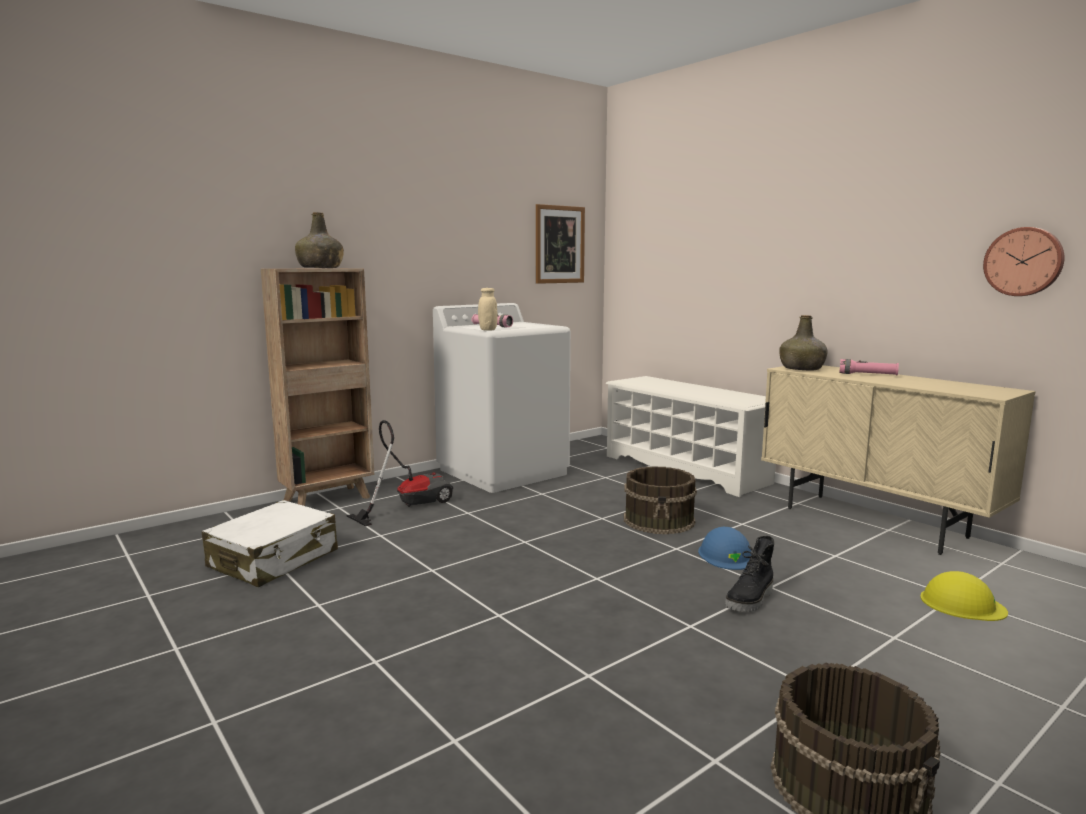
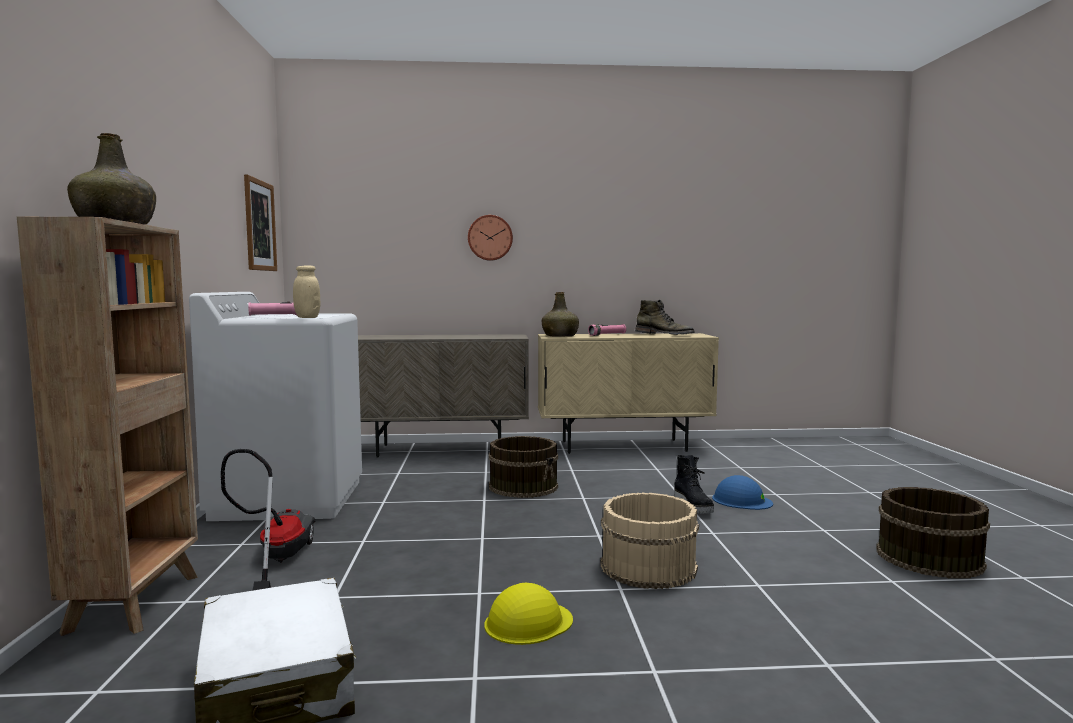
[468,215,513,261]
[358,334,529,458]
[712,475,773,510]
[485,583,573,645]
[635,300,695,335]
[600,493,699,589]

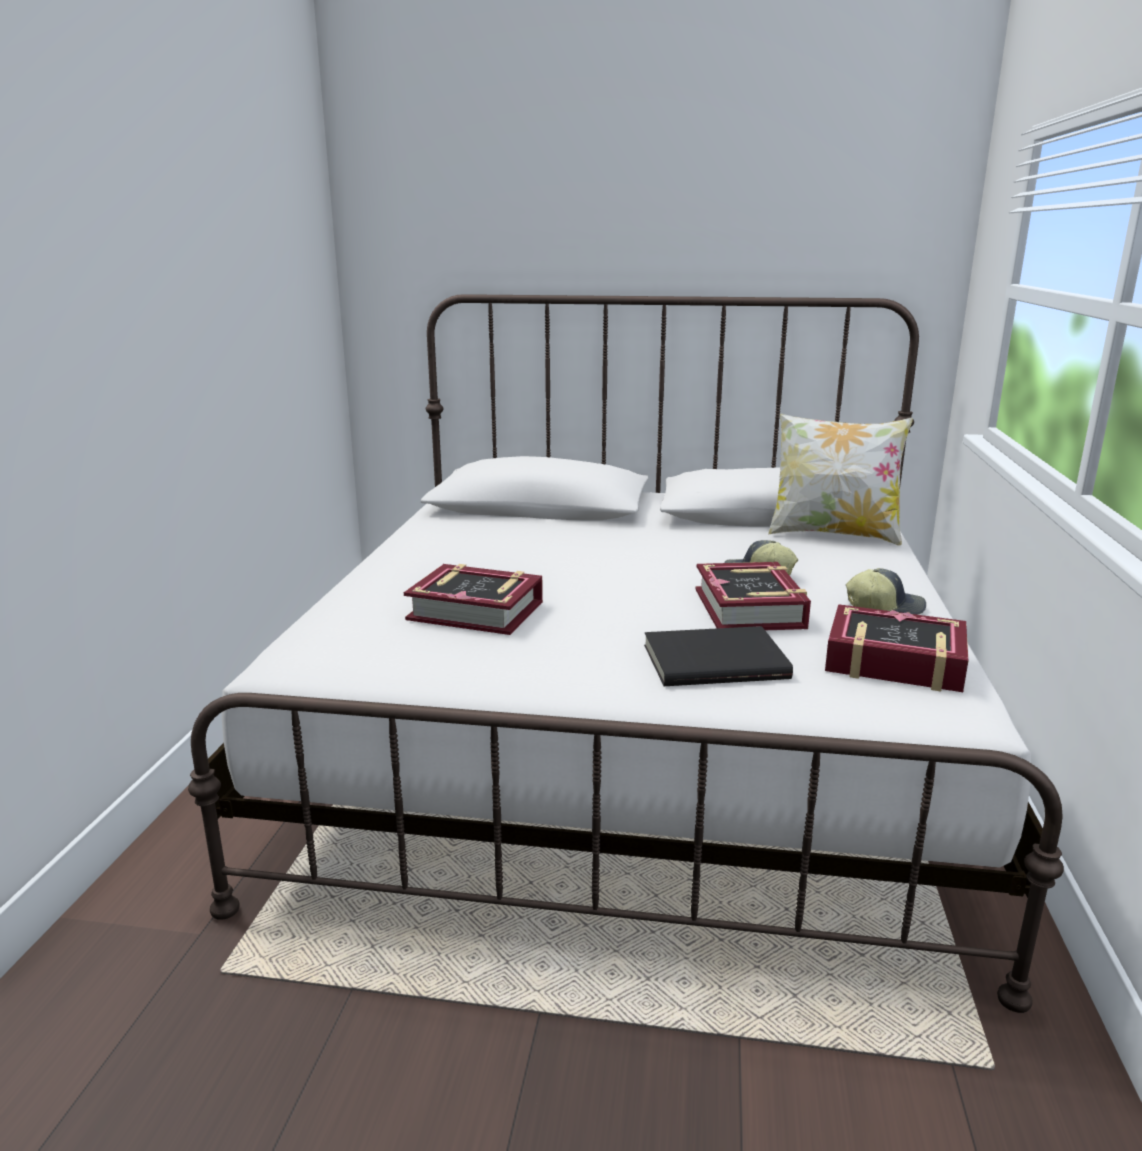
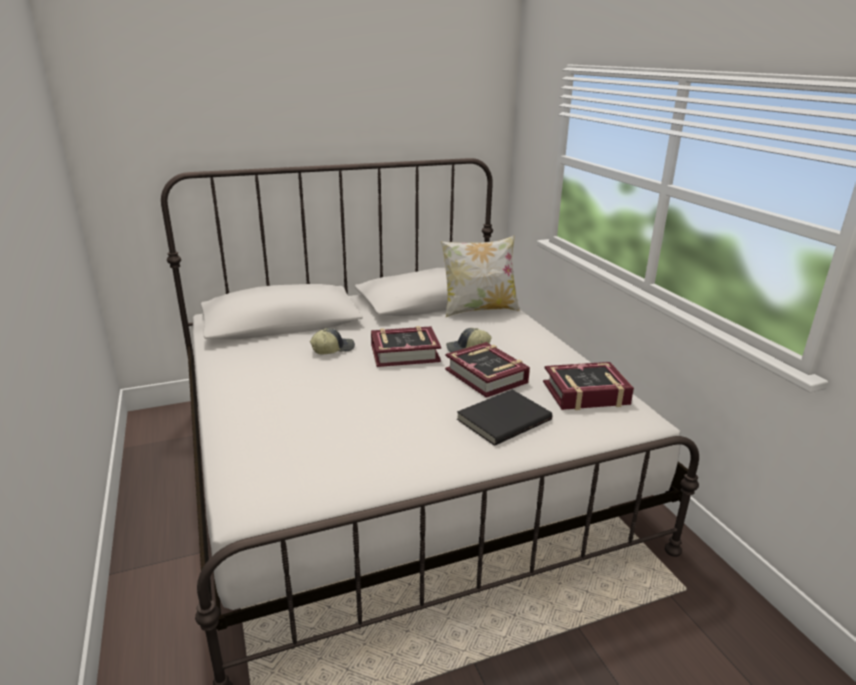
[371,326,441,367]
[310,328,355,354]

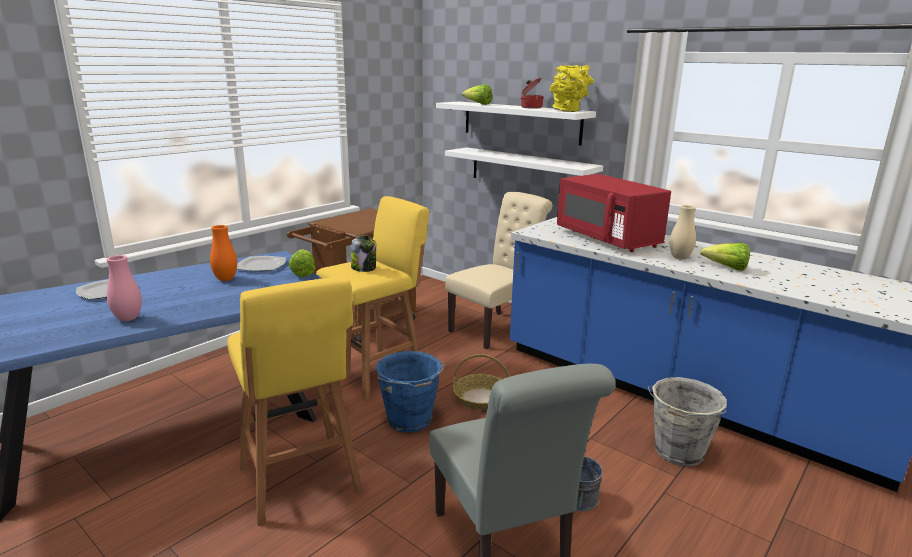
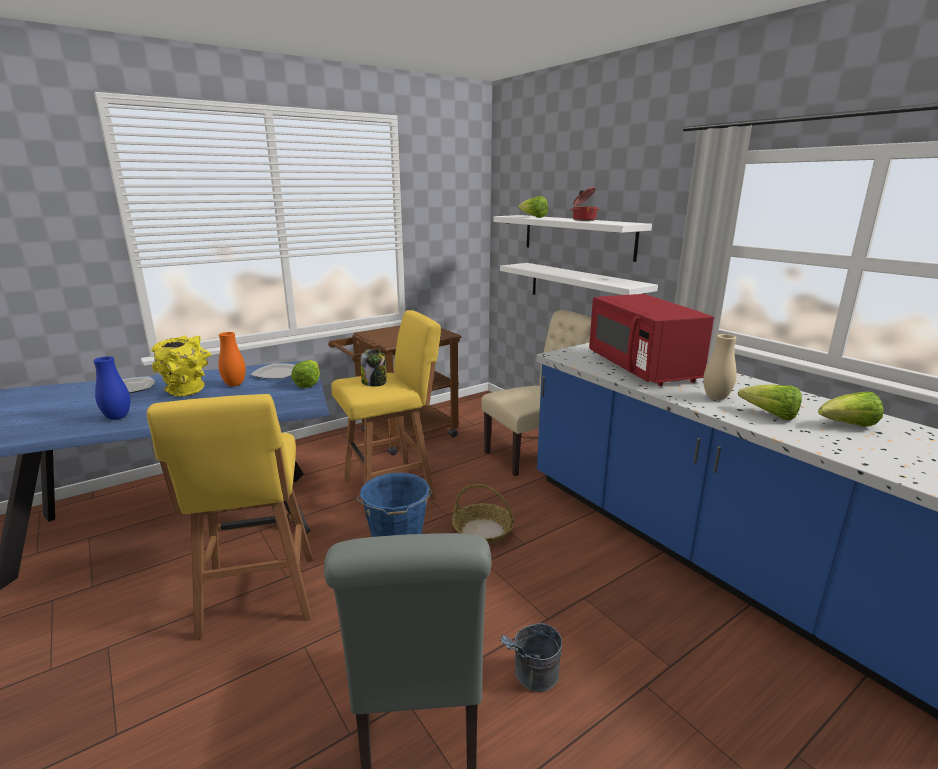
[151,335,211,397]
[93,356,130,420]
[648,377,727,466] (first image)
[818,392,883,427]

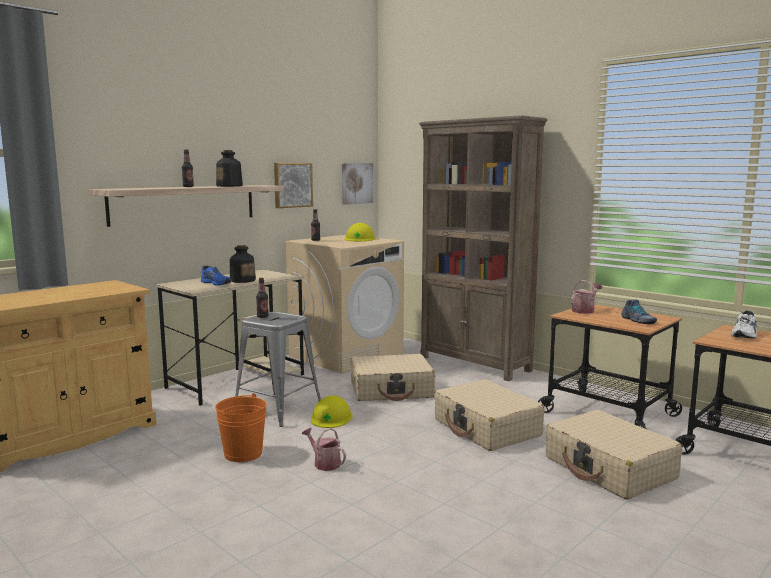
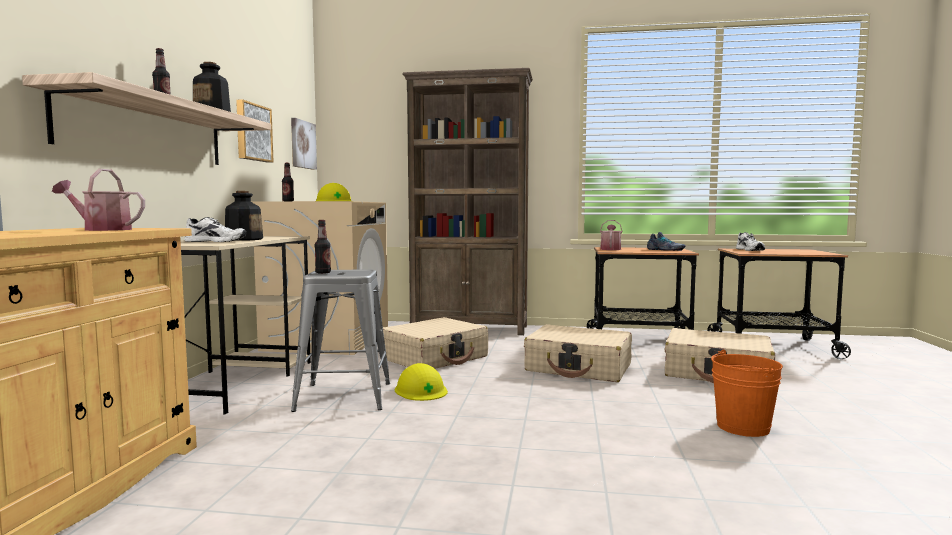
[184,217,247,242]
[711,350,783,437]
[52,169,145,231]

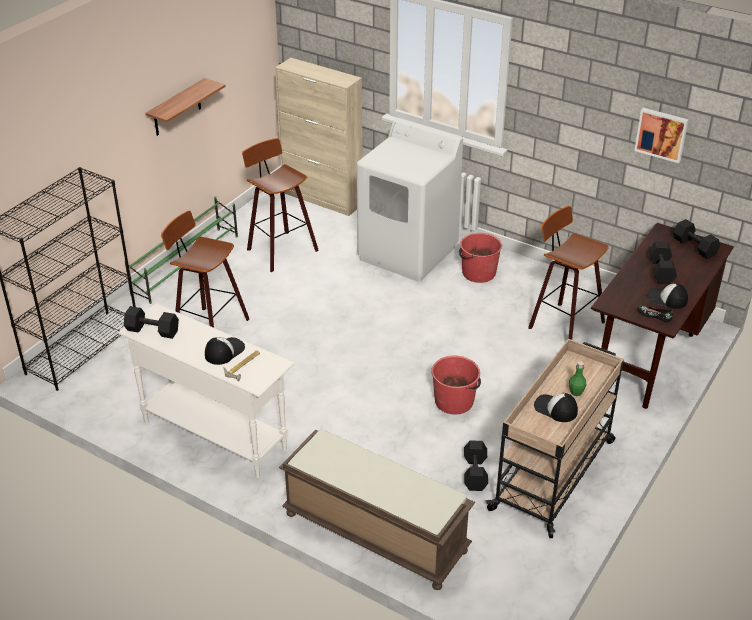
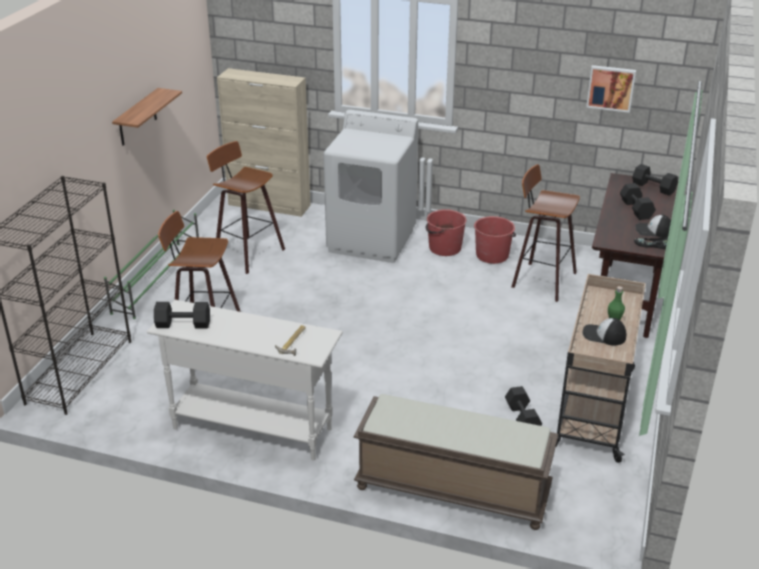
[205,337,245,365] (first image)
[474,216,516,264]

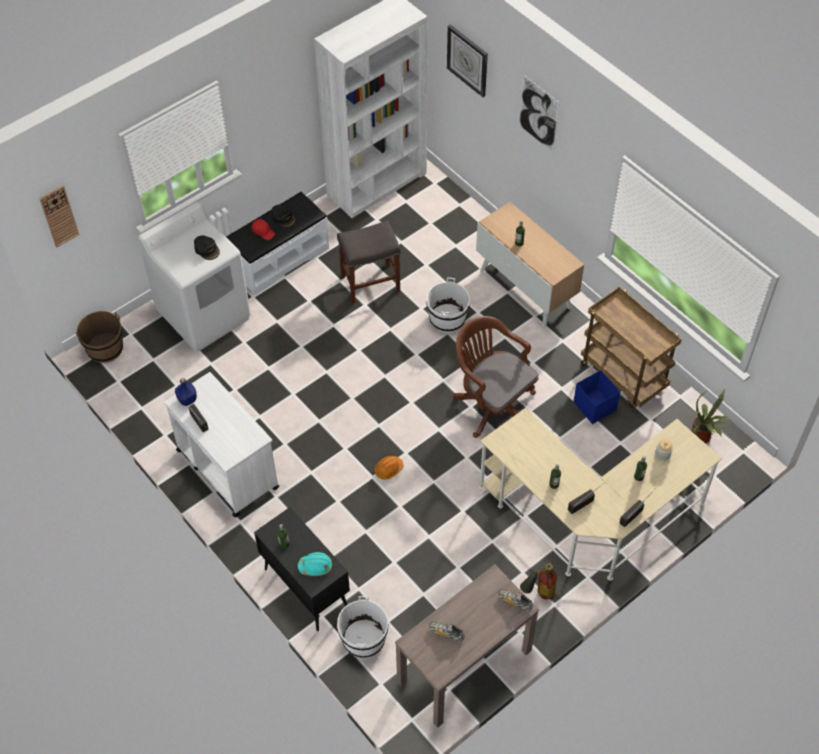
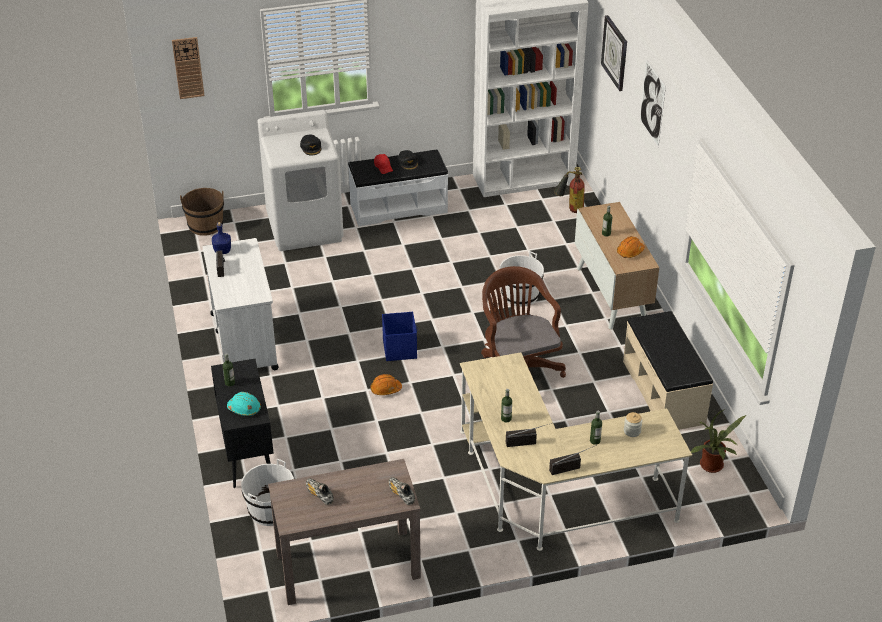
[337,220,401,304] (first image)
[623,311,713,430]
[382,312,417,361]
[554,167,585,213]
[617,236,645,258]

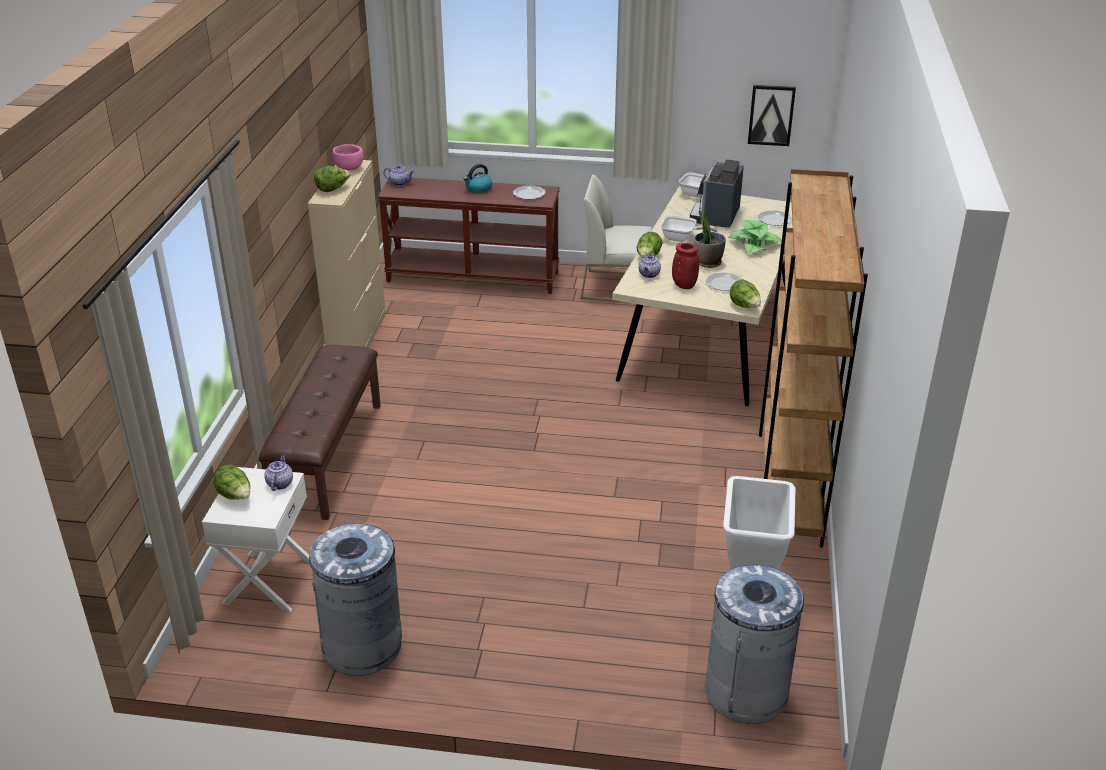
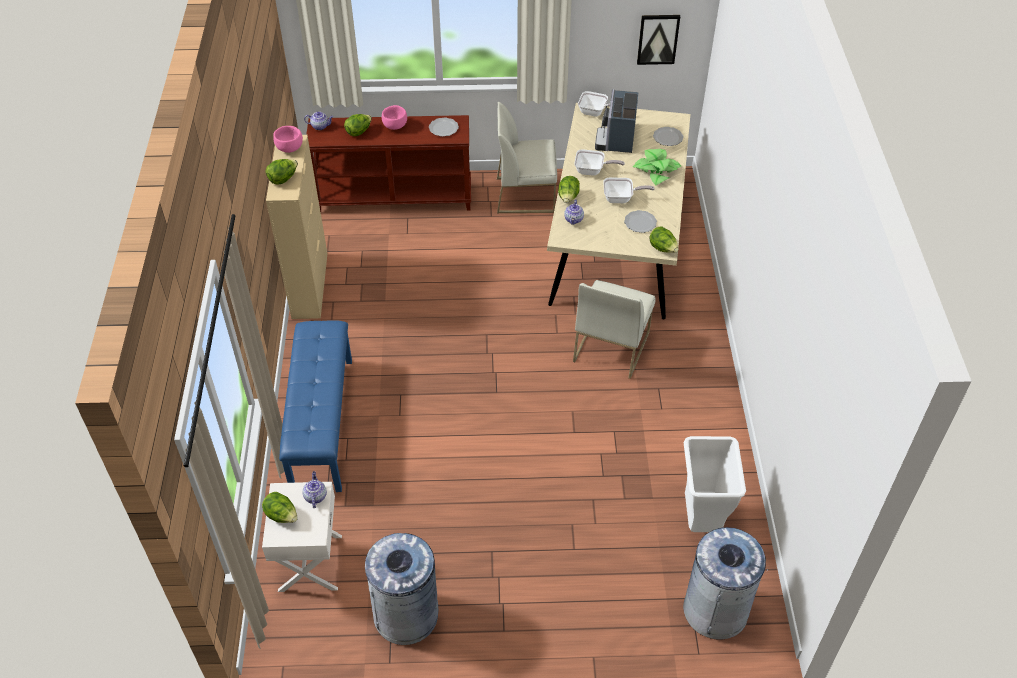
[382,105,407,130]
[759,169,868,548] (first image)
[603,178,654,203]
[672,243,699,289] (first image)
[279,320,352,492]
[344,114,372,136]
[573,280,656,379]

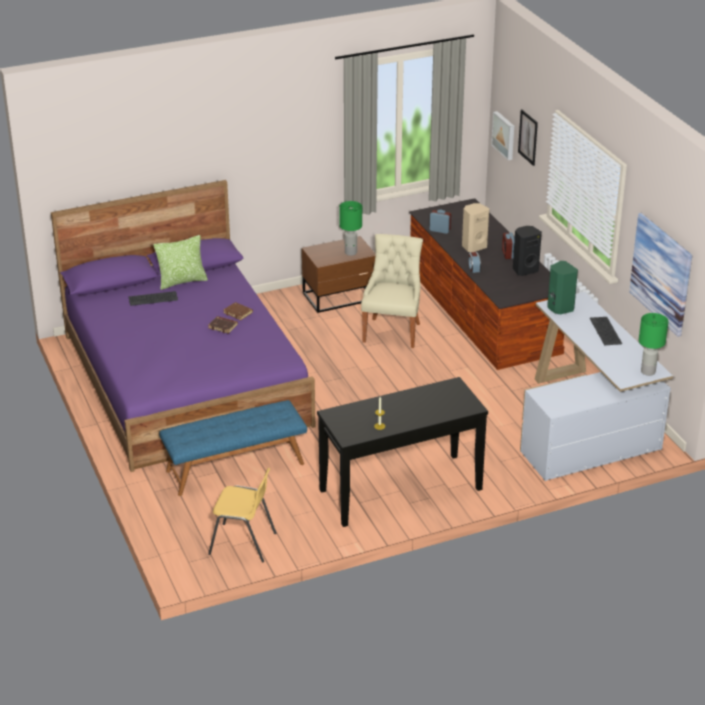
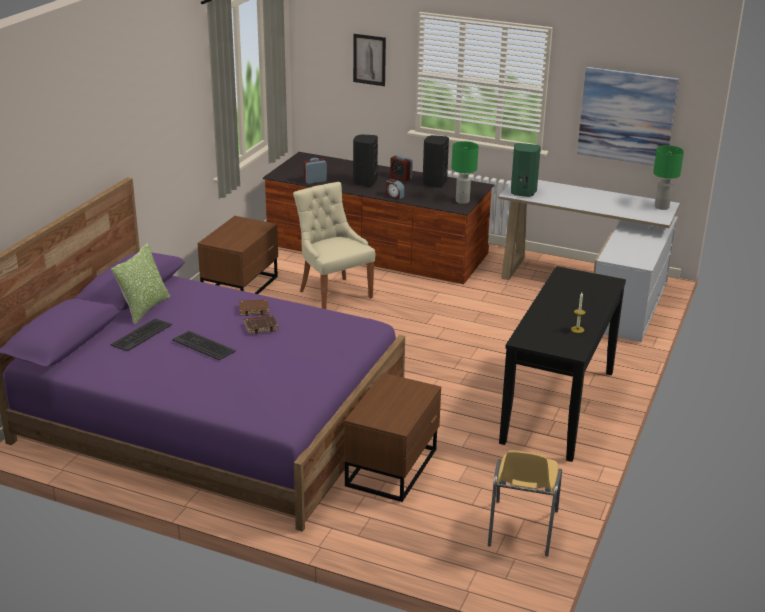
[491,111,514,160] (first image)
[452,141,479,204]
[353,135,378,187]
[172,331,236,360]
[345,373,441,502]
[488,450,562,556]

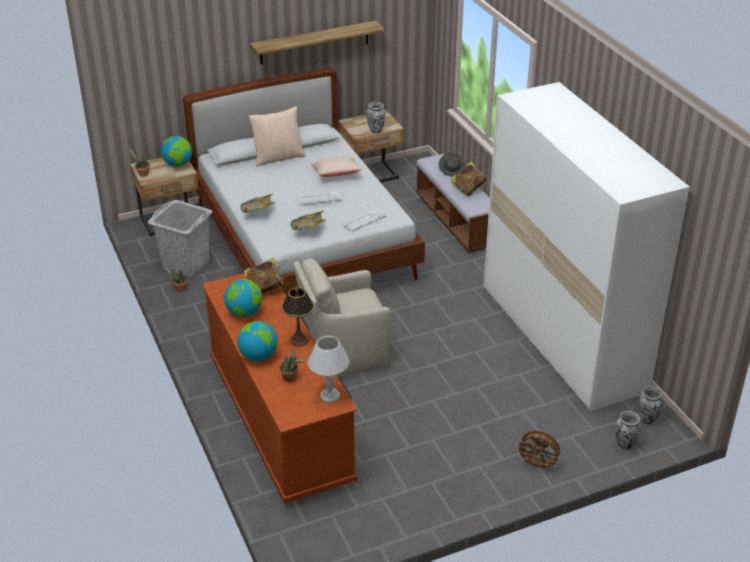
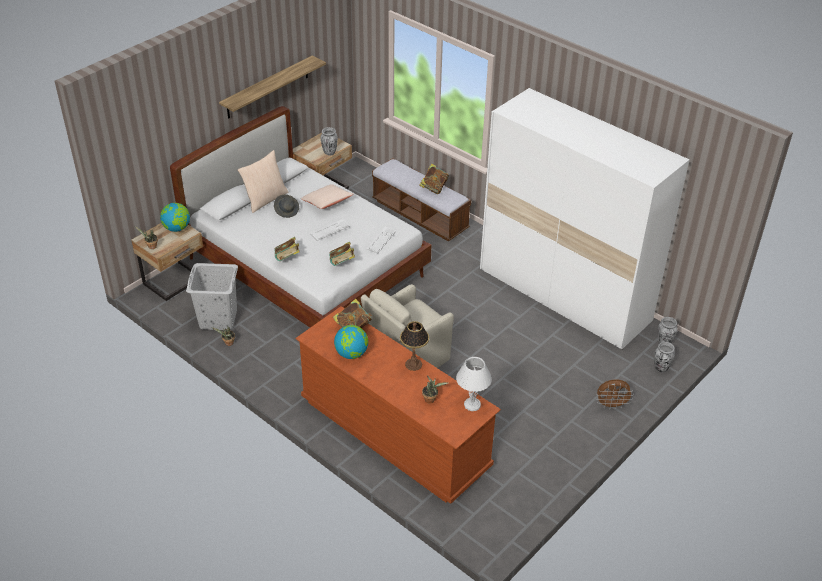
[274,194,299,218]
[237,321,278,361] (first image)

